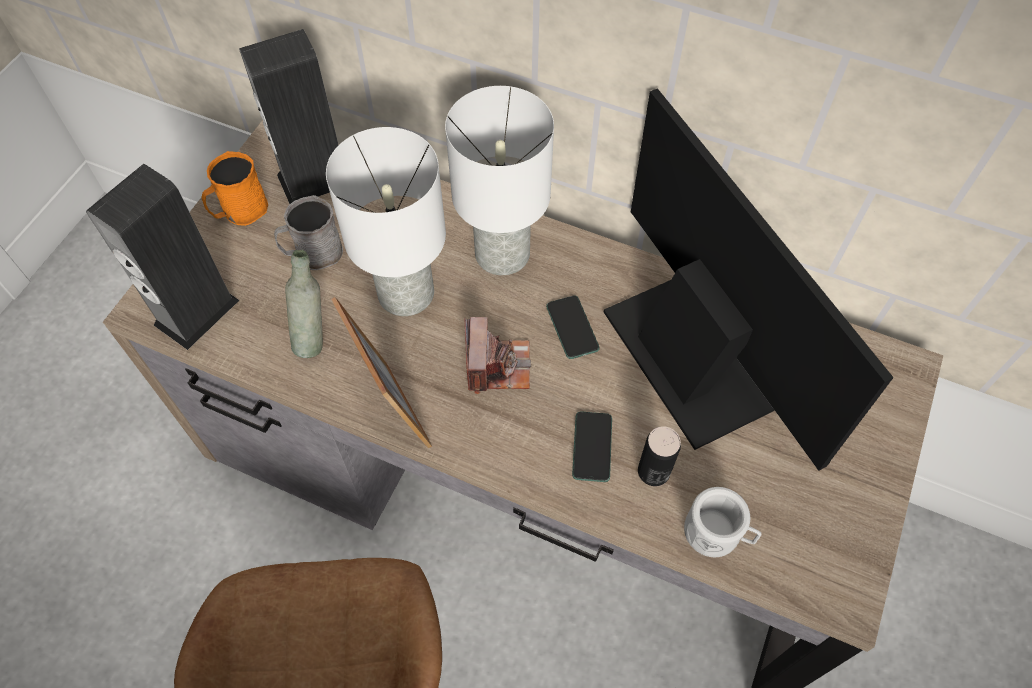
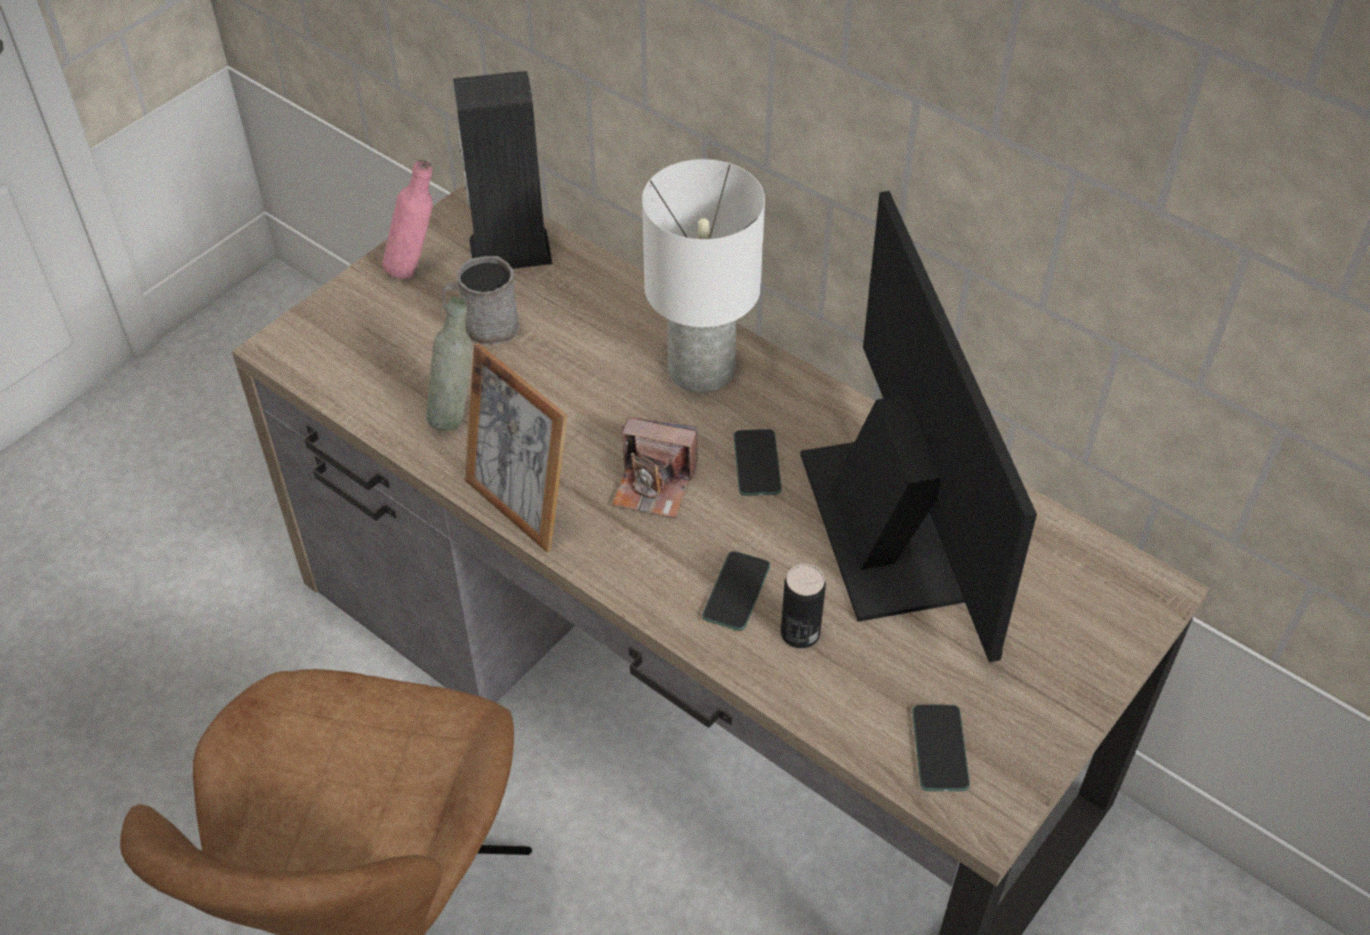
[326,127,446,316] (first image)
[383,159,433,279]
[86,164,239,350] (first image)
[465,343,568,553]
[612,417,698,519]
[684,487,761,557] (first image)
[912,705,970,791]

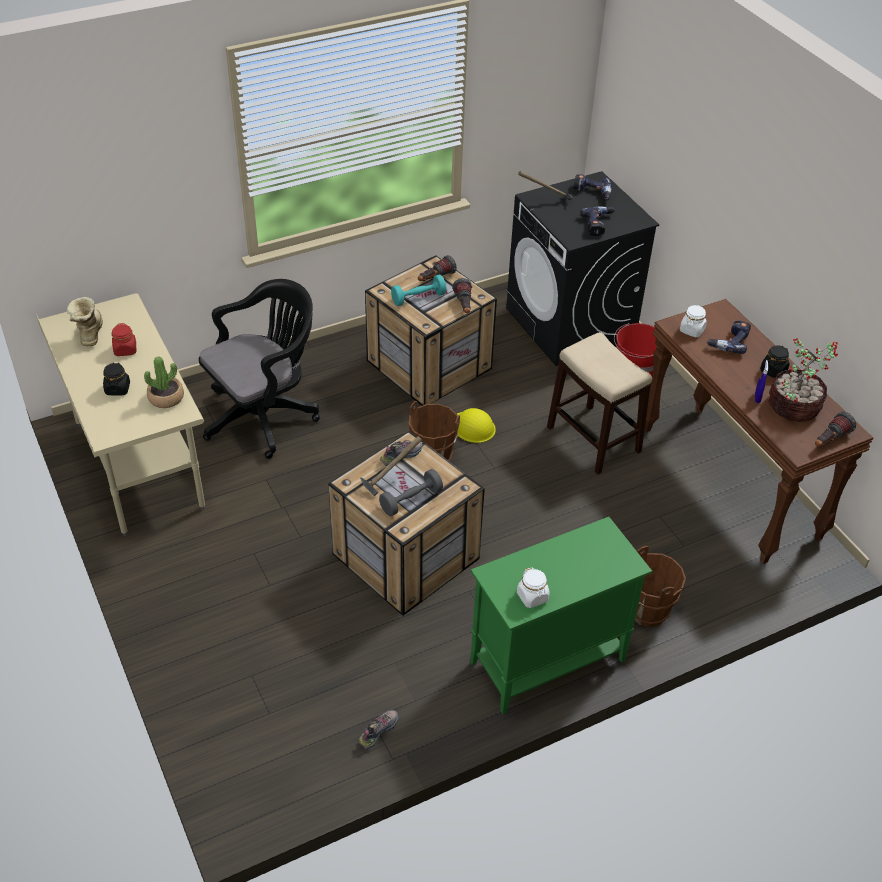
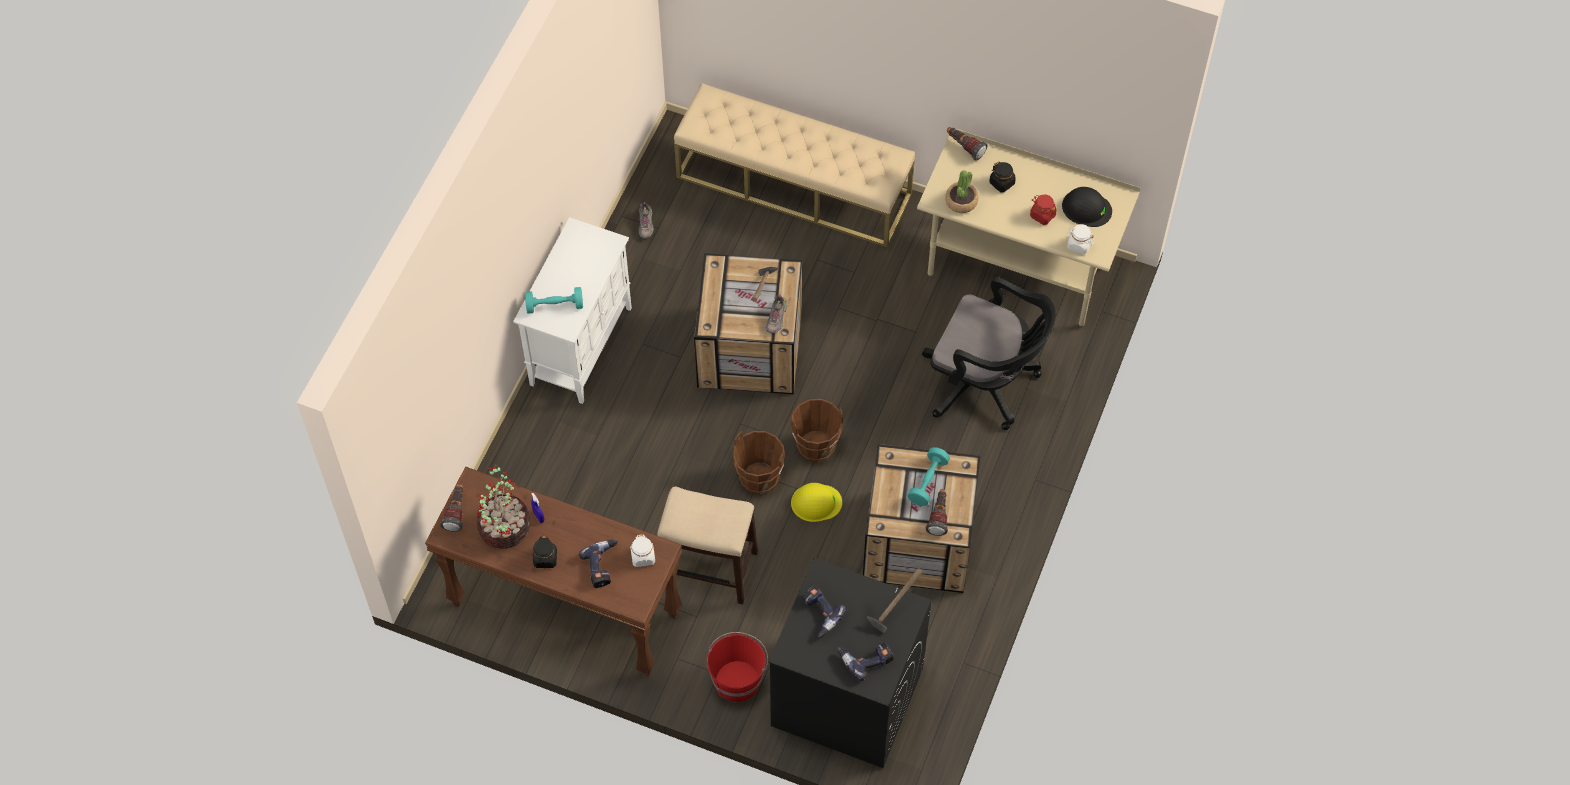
[947,127,987,161]
[922,277,1056,430]
[1062,187,1112,227]
[379,469,443,516] (first image)
[513,217,632,404]
[733,431,785,495]
[1067,224,1094,254]
[674,83,915,247]
[525,287,583,314]

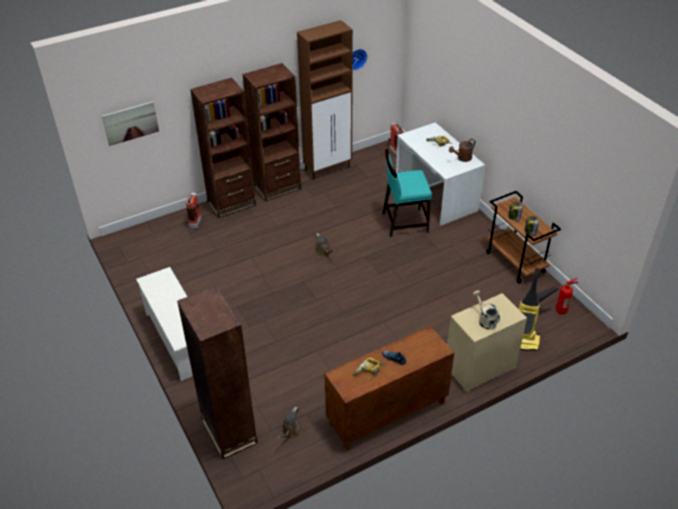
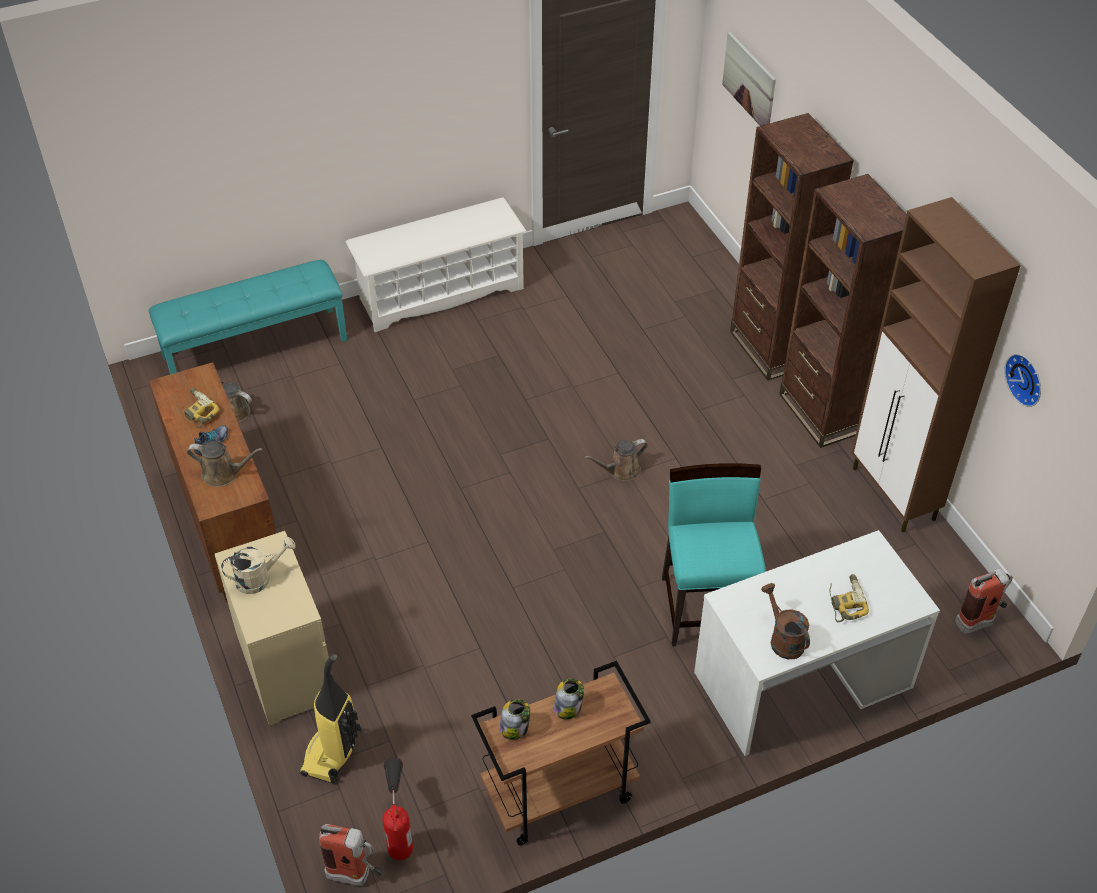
[319,824,383,886]
[149,260,347,374]
[187,441,263,487]

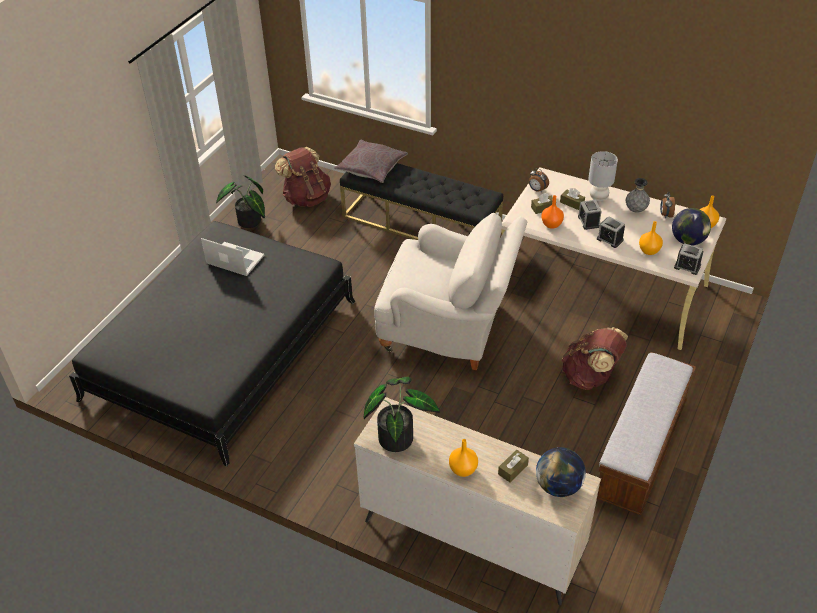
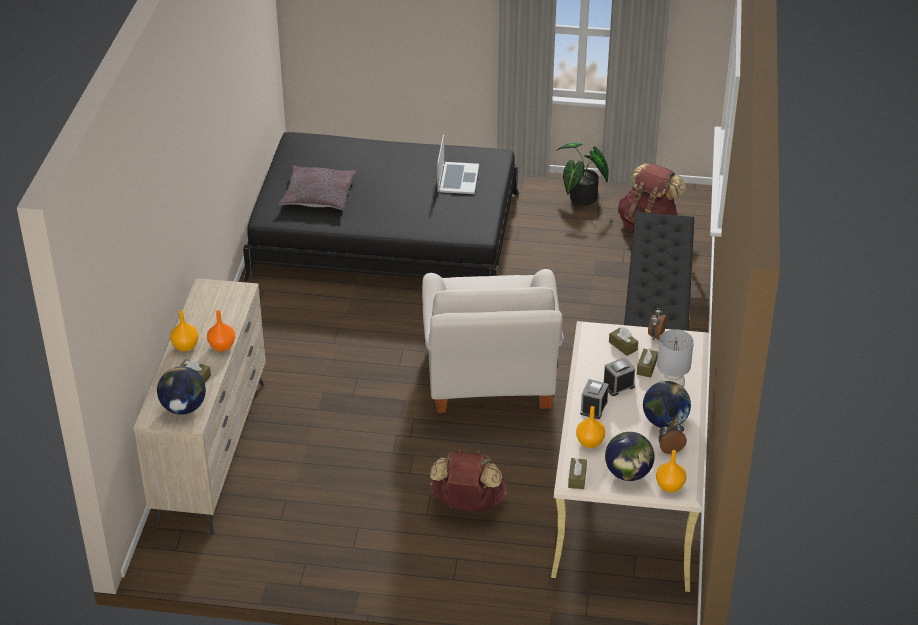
[279,166,356,210]
[643,381,691,428]
[207,310,235,352]
[568,458,587,489]
[597,352,696,515] (first image)
[364,377,440,452] (first image)

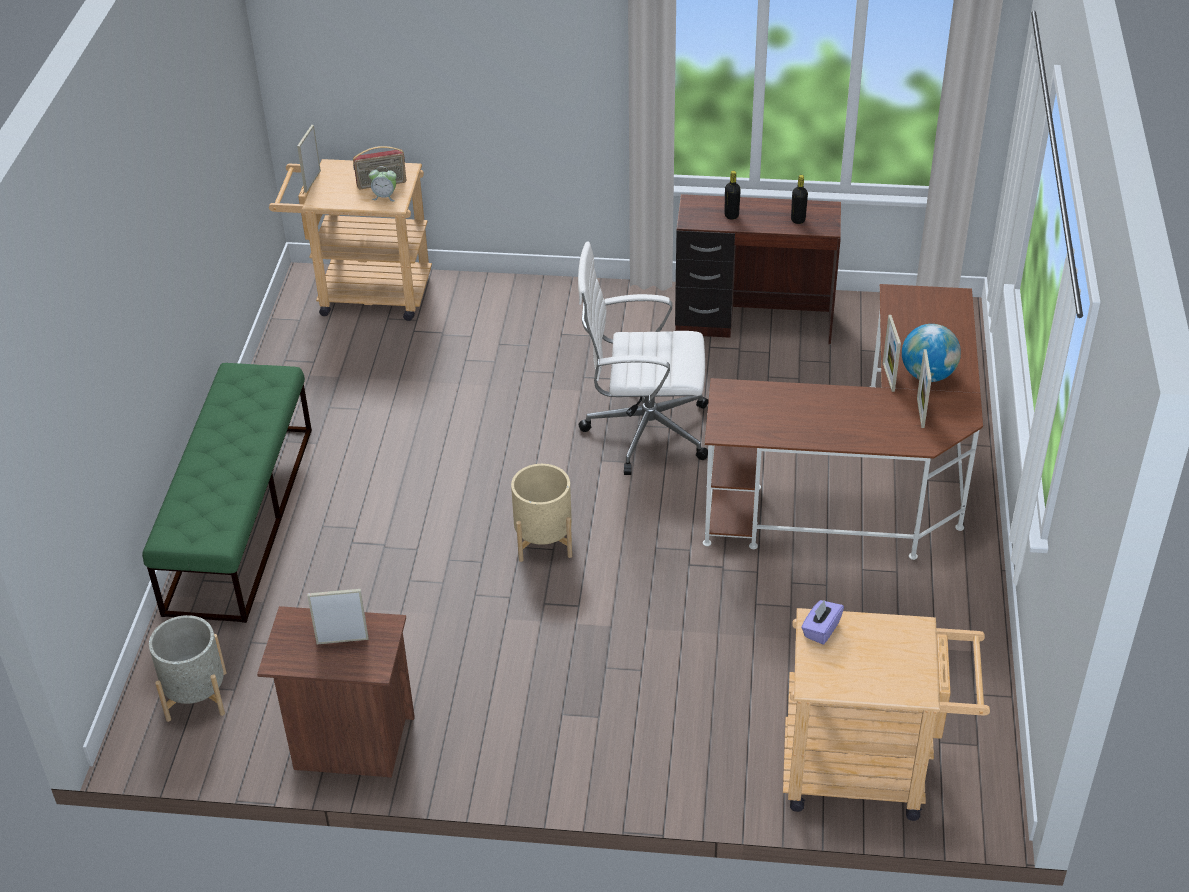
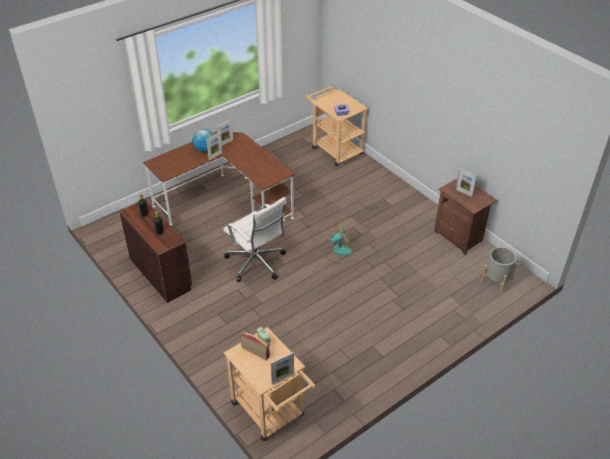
[142,363,312,623] (first image)
[324,222,352,264]

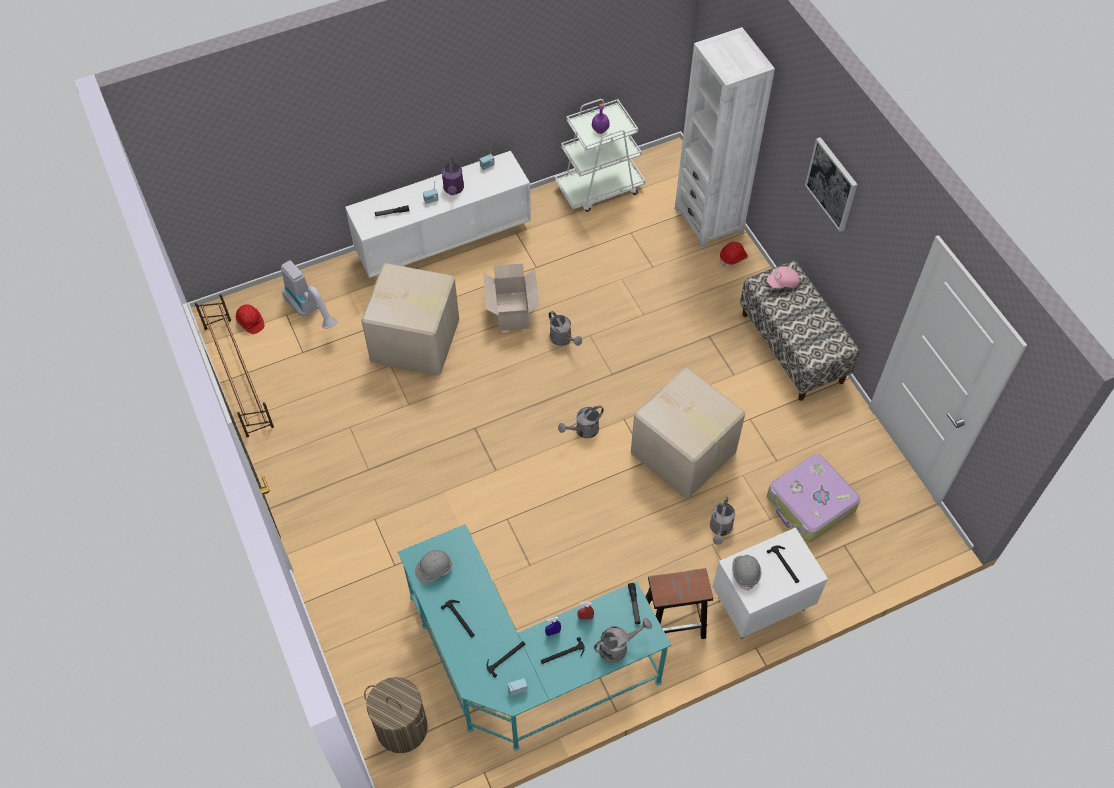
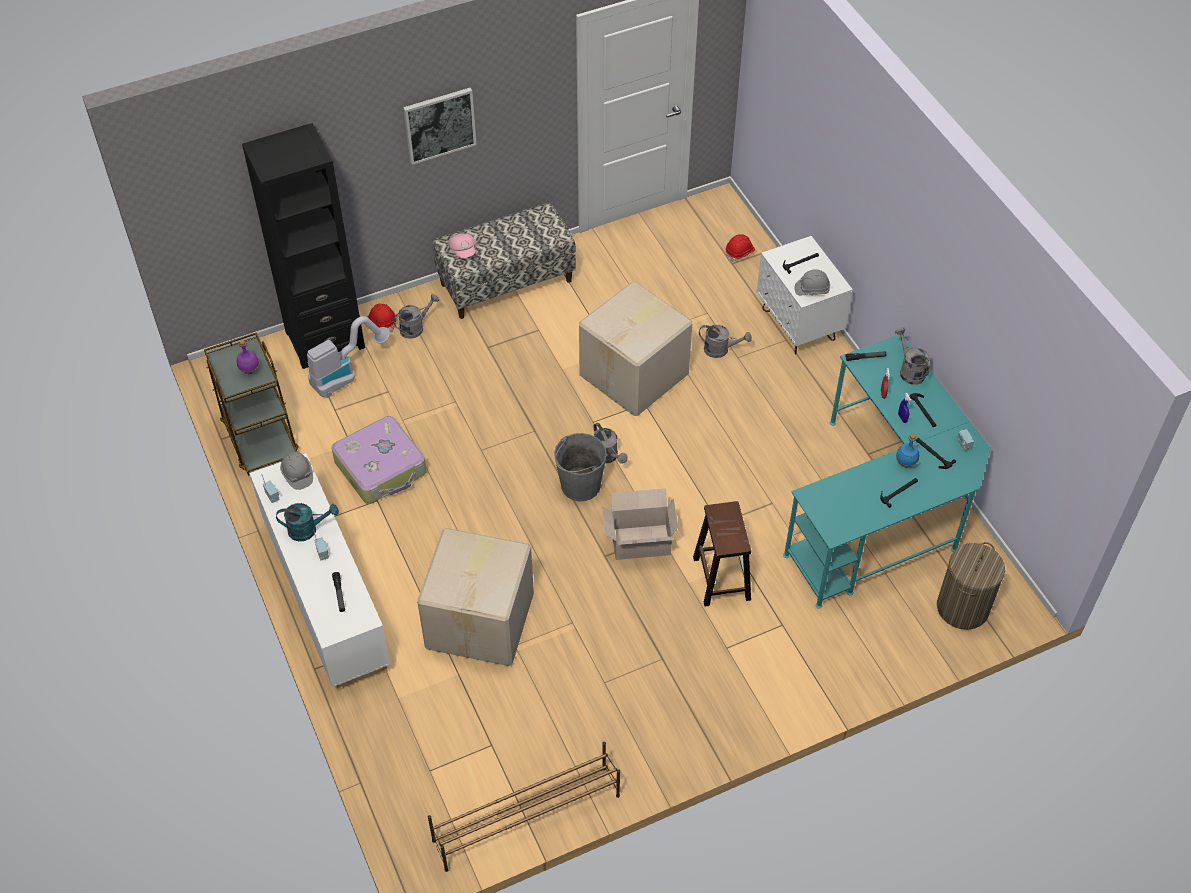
[242,123,365,369]
[204,332,298,476]
[276,503,339,541]
[307,316,390,398]
[602,488,678,560]
[725,234,755,261]
[394,294,439,339]
[332,416,426,504]
[280,452,313,490]
[693,501,751,607]
[554,433,607,501]
[896,434,919,468]

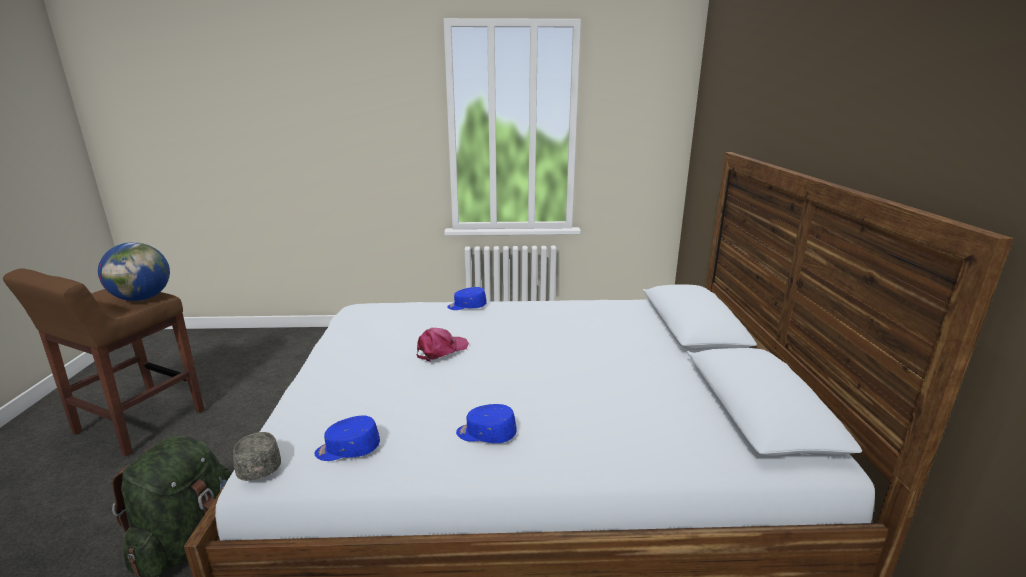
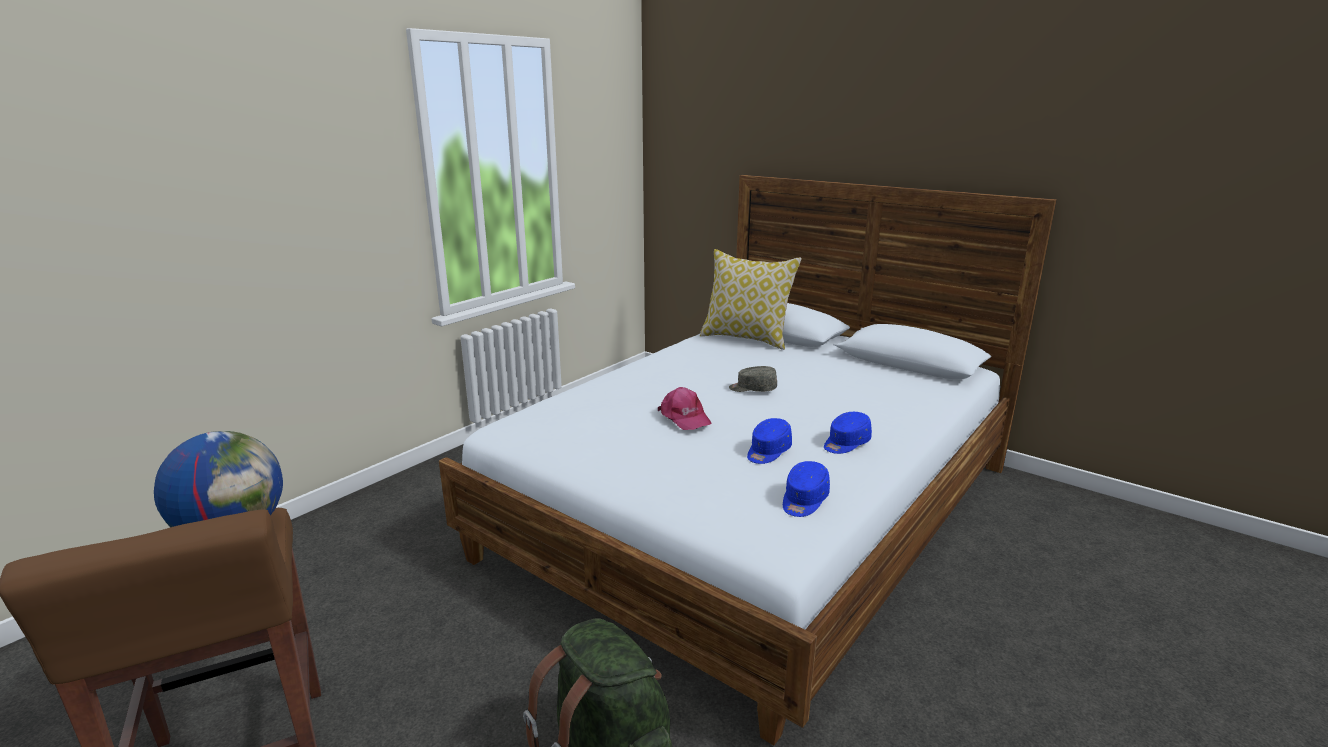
[747,418,792,464]
[658,387,712,430]
[729,366,777,392]
[700,249,802,350]

